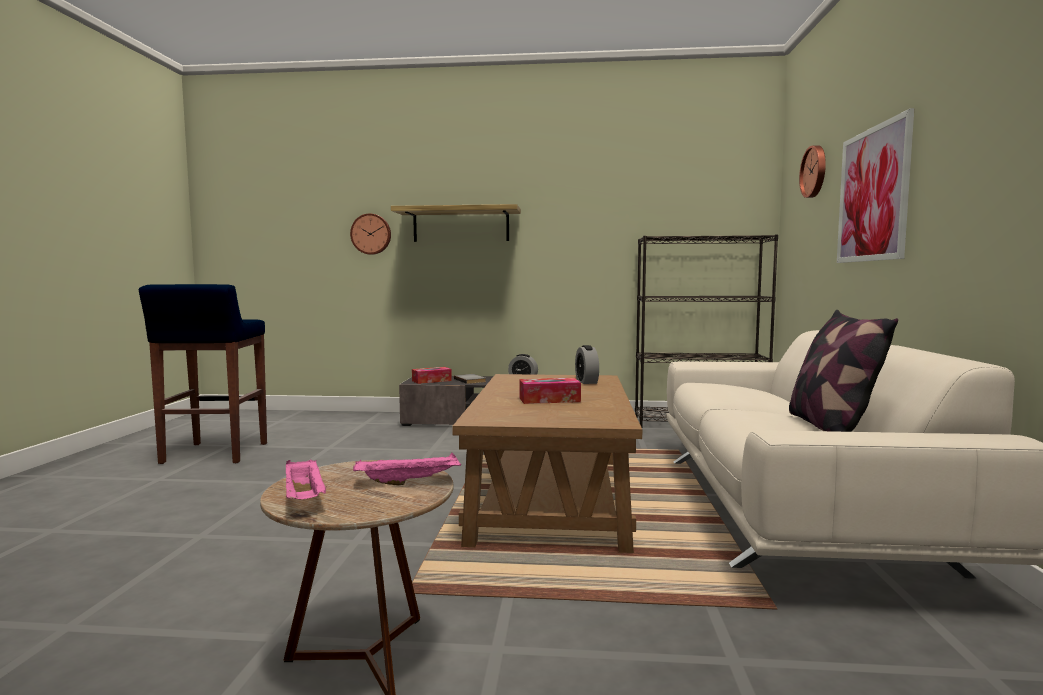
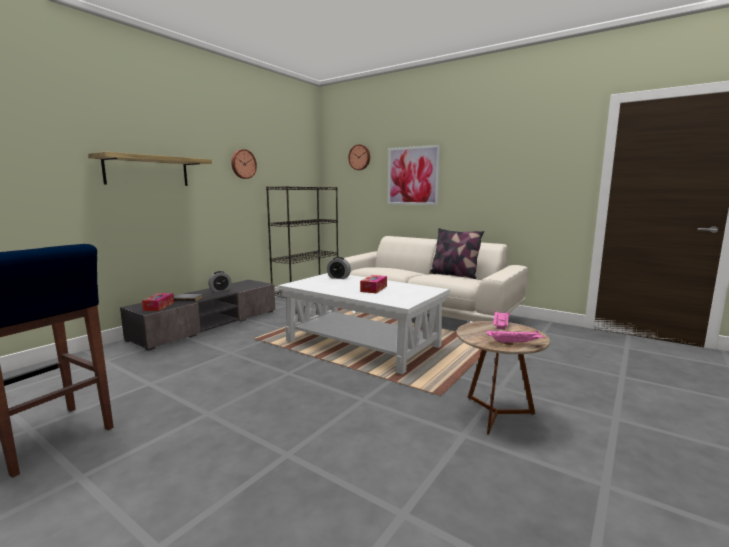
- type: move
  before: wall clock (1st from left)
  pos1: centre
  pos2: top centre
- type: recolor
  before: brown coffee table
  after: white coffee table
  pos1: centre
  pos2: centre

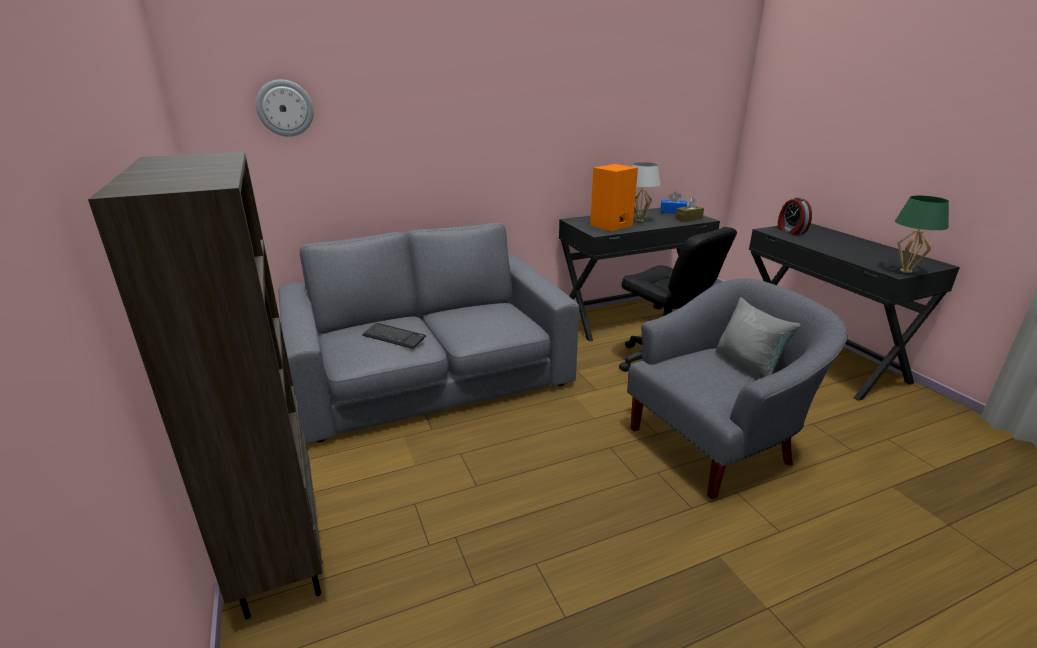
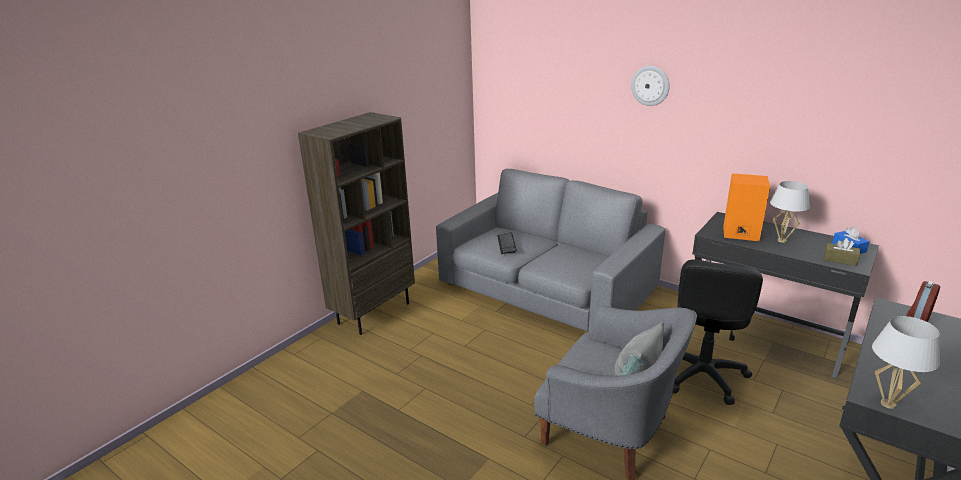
- type: move
  before: wall clock
  pos1: top left
  pos2: top right
- type: recolor
  before: green table lamp
  after: white table lamp (2nd from left)
  pos1: middle right
  pos2: bottom right

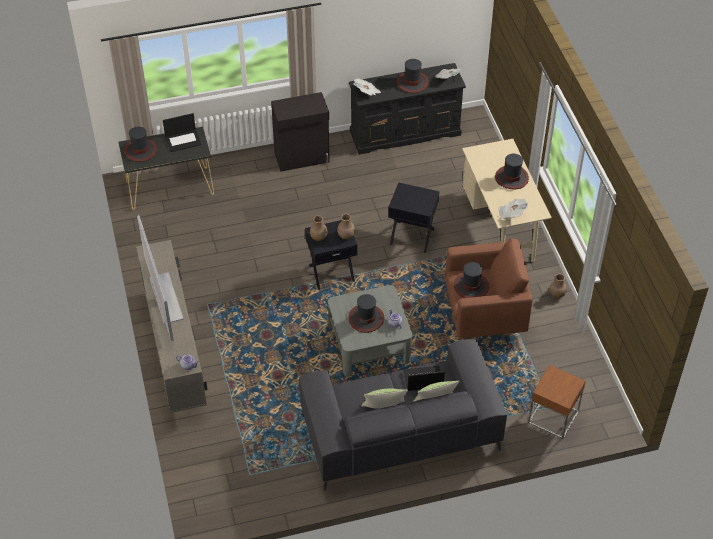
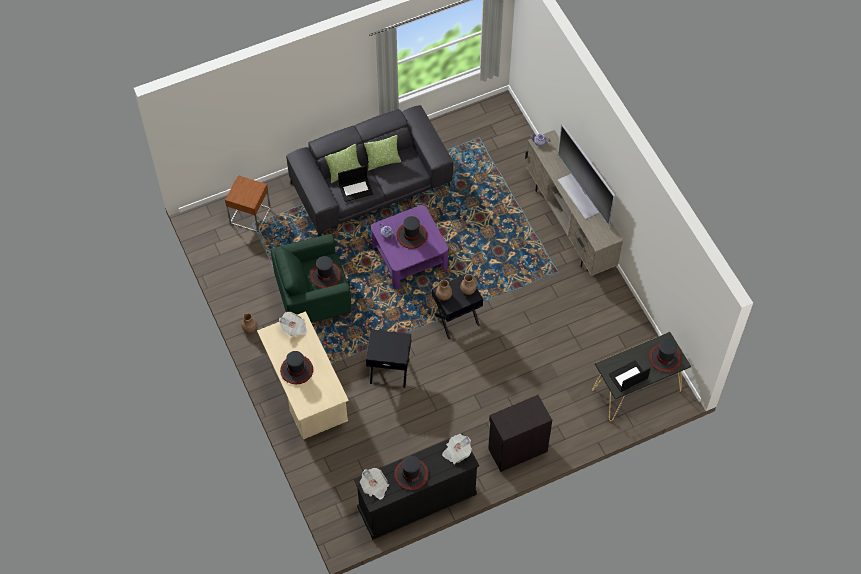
- type: recolor
  before: grey coffee table
  after: purple coffee table
  pos1: centre
  pos2: centre
- type: recolor
  before: brown armchair
  after: green armchair
  pos1: middle right
  pos2: centre

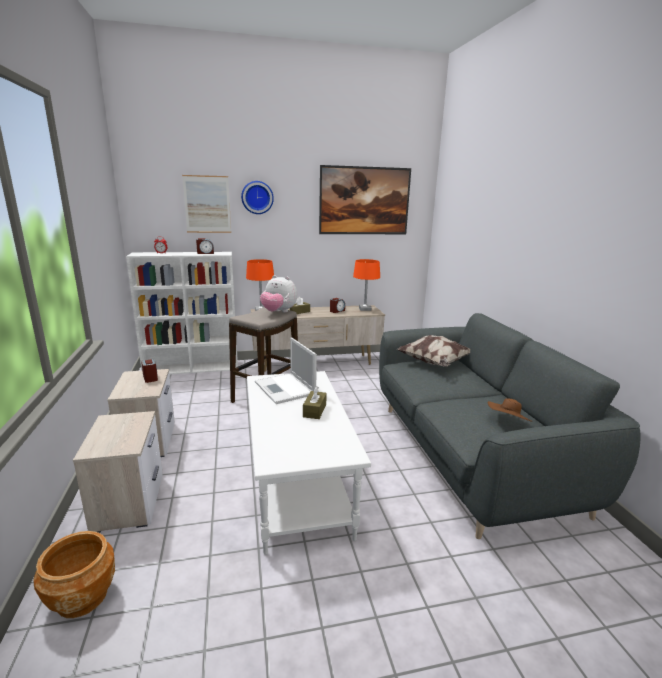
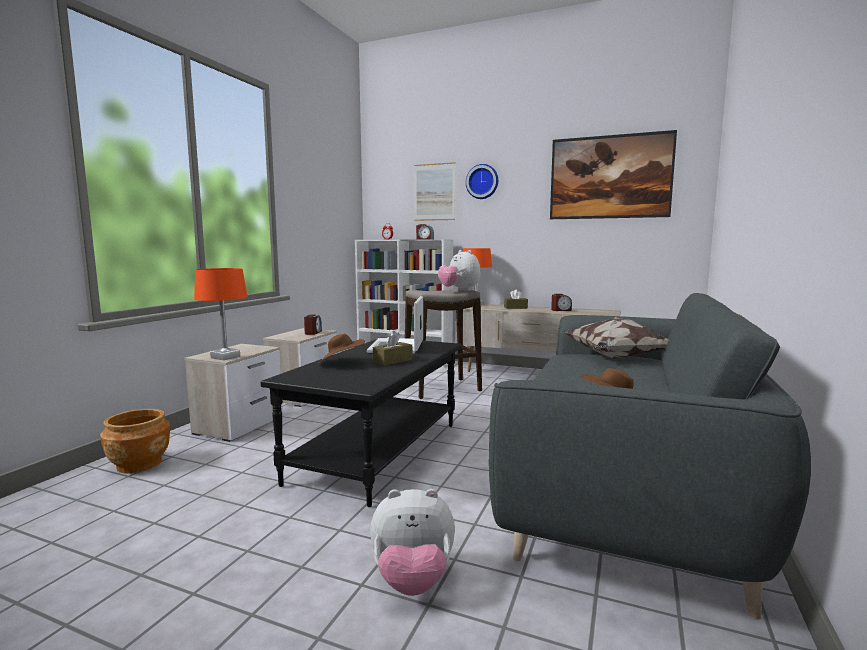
- type: recolor
  before: white coffee table
  after: black coffee table
  pos1: bottom centre
  pos2: centre
- type: move
  before: orange table lamp (2nd from left in the first image)
  after: orange table lamp (1st from left)
  pos1: centre
  pos2: middle left
- type: insert
  after: brown hat (1st from left)
  pos2: centre
- type: insert
  after: plush toy (1st from left)
  pos2: bottom centre

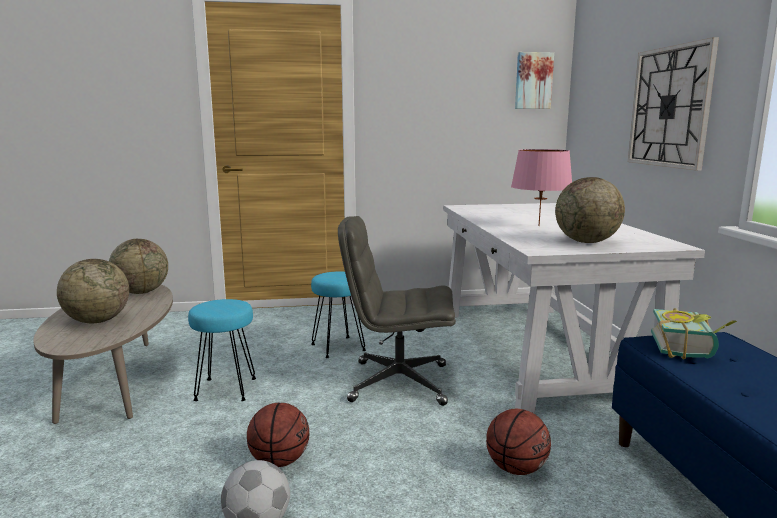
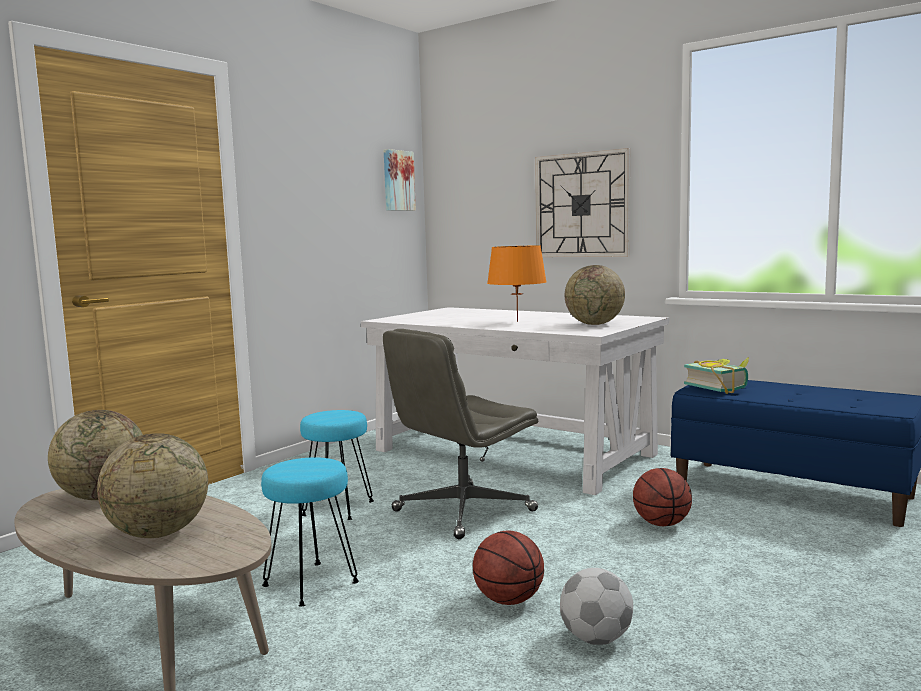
- type: recolor
  before: pink table lamp
  after: orange table lamp
  pos1: middle right
  pos2: centre

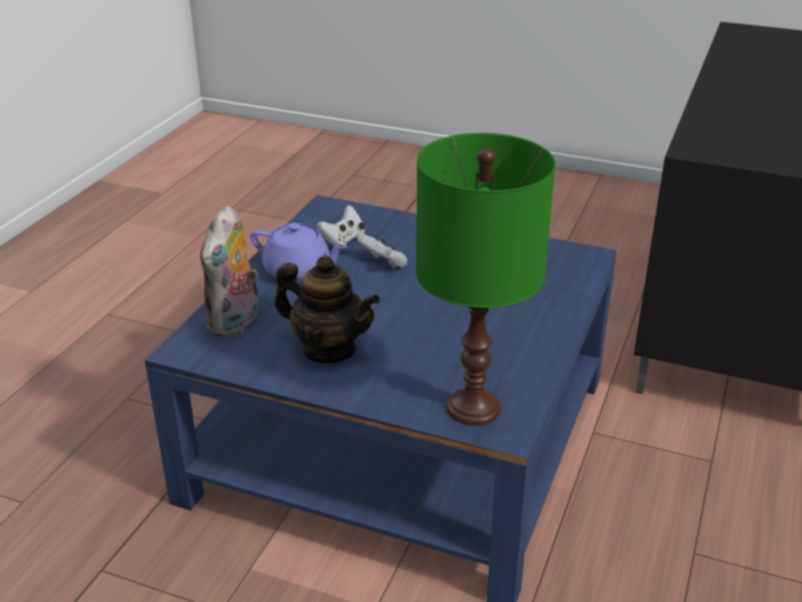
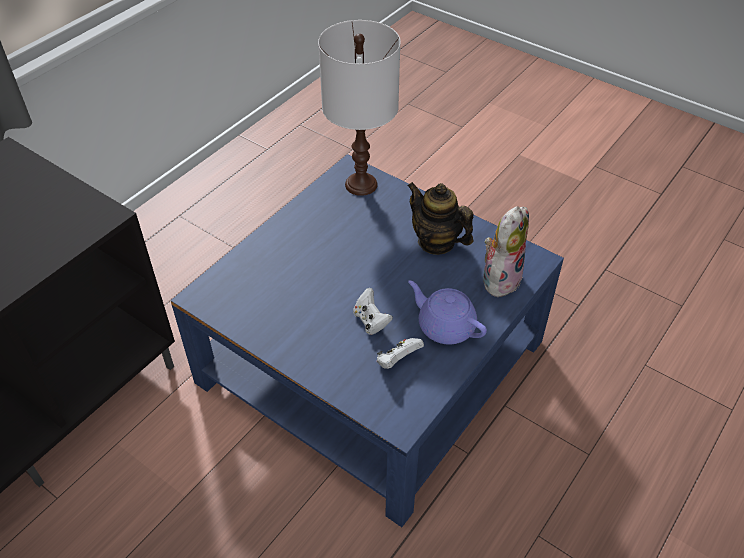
- type: recolor
  before: green table lamp
  after: white table lamp
  pos1: centre
  pos2: top centre

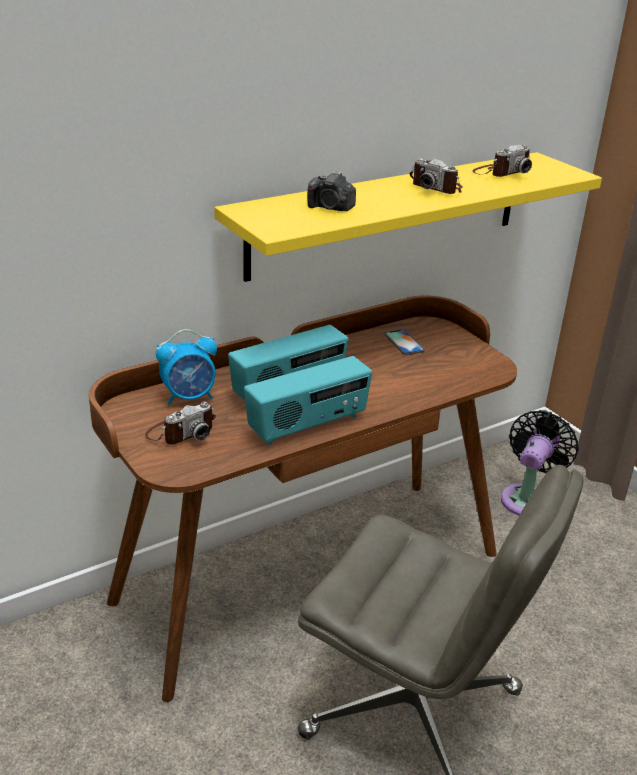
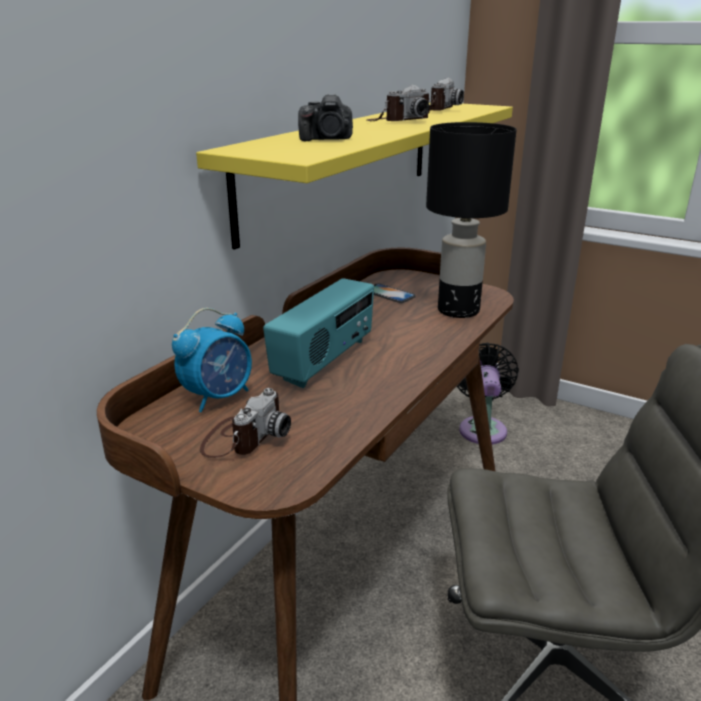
- type: delete
  before: radio (2nd from left)
  pos1: centre
- type: rotate
  before: photo camera (3rd from left)
  pos1: top right
  pos2: top centre
  turn: -45
- type: insert
  after: black table lamp
  pos2: top right

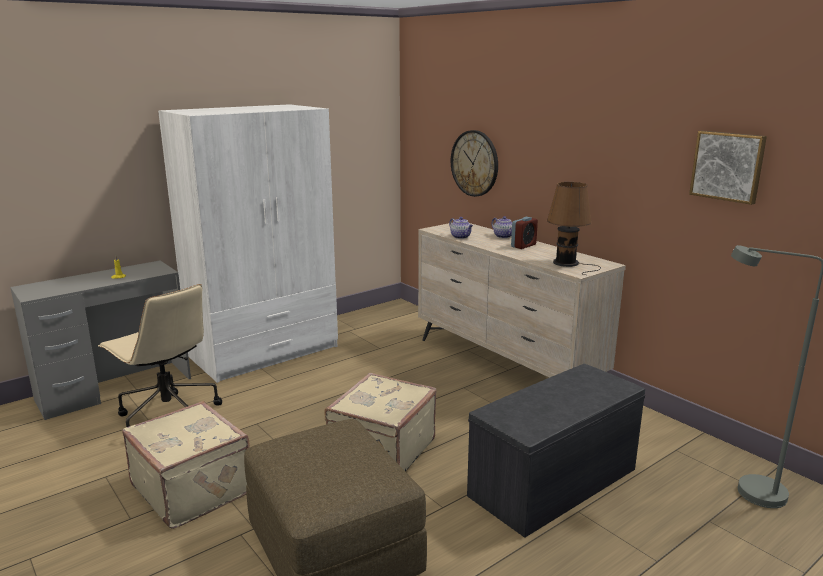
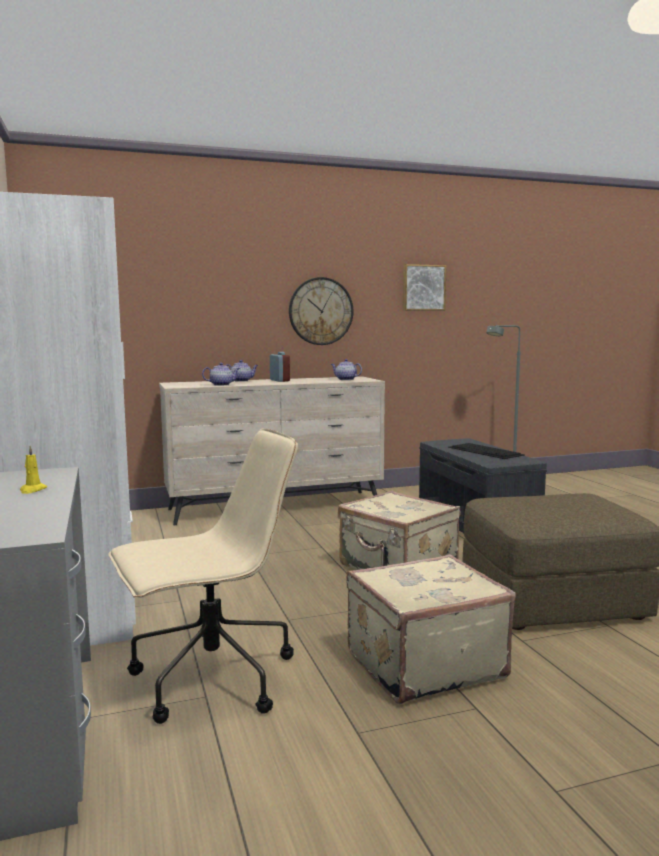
- type: move
  before: wall clock
  pos1: top centre
  pos2: centre
- type: replace
  before: brown table lamp
  after: teapot (3rd from left)
  pos1: middle right
  pos2: centre
- type: insert
  after: keyboard
  pos2: middle right

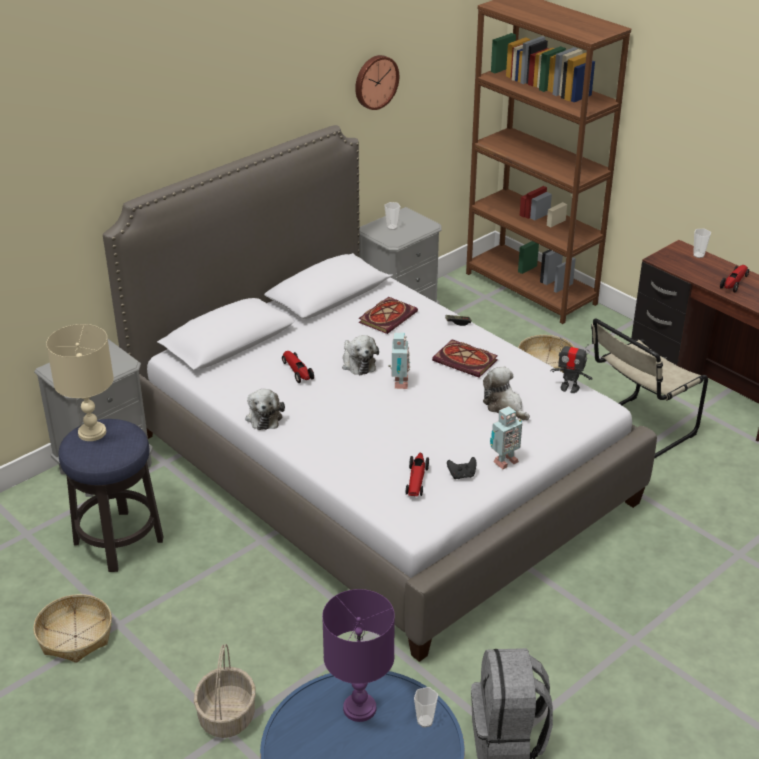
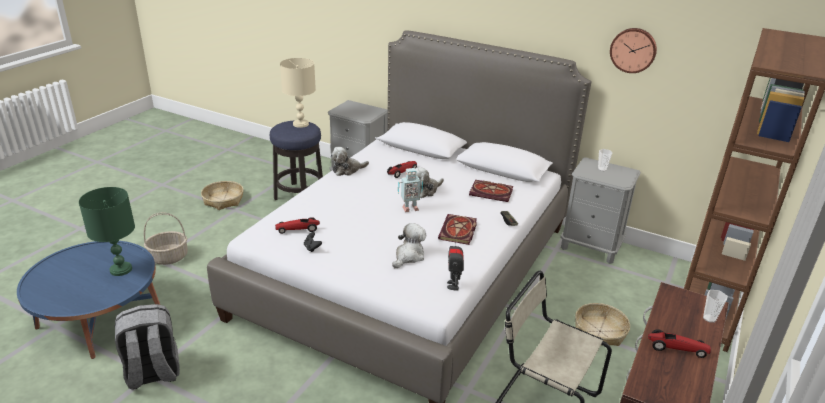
- type: recolor
  before: purple table lamp
  after: green table lamp
  pos1: bottom centre
  pos2: middle left
- type: delete
  before: cup (2nd from left)
  pos1: bottom centre
- type: delete
  before: toy robot (2nd from left)
  pos1: middle right

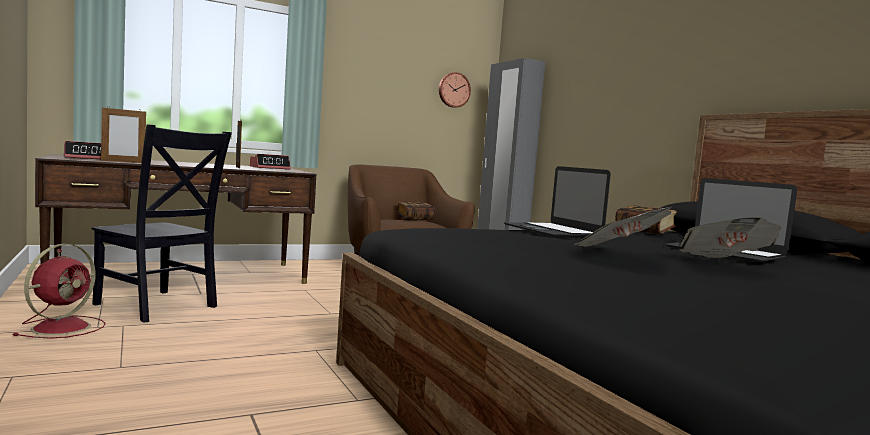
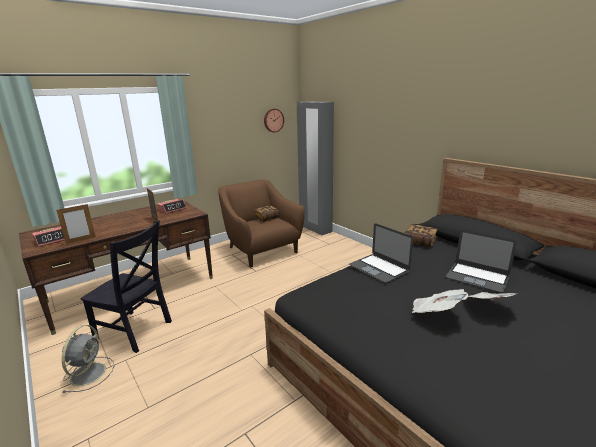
- type: recolor
  before: red fan
  after: grey fan
  pos1: bottom left
  pos2: bottom left

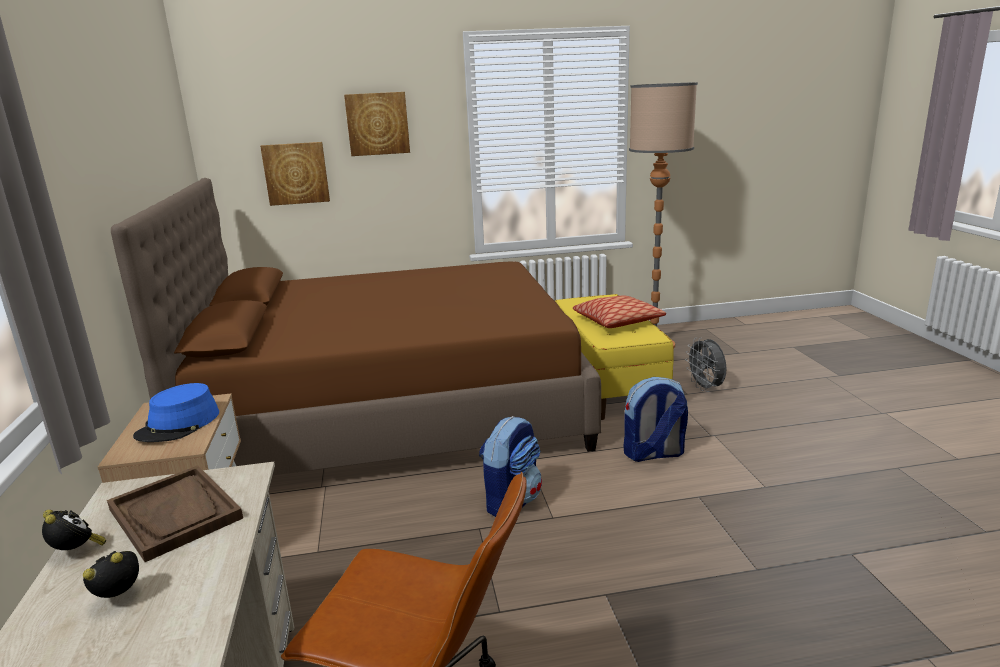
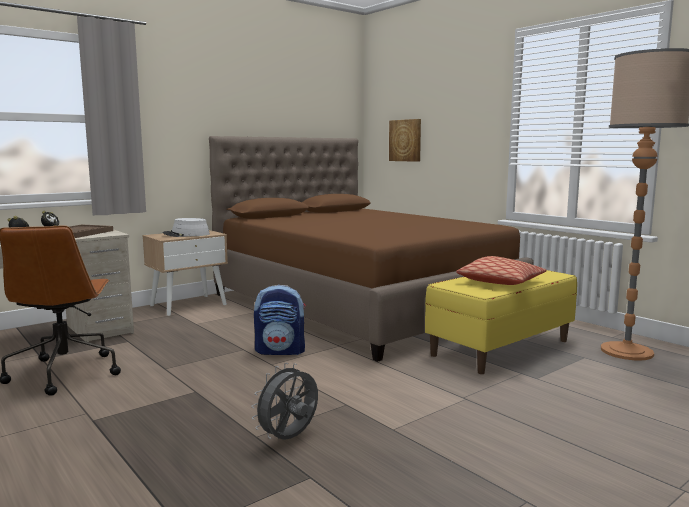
- type: recolor
  before: blue hat
  after: grey hat
  pos1: middle left
  pos2: middle left
- type: delete
  before: picture (2nd from left)
  pos1: top centre
- type: delete
  before: backpack (2nd from left)
  pos1: centre
- type: move
  before: grey fan
  pos1: middle right
  pos2: bottom centre

